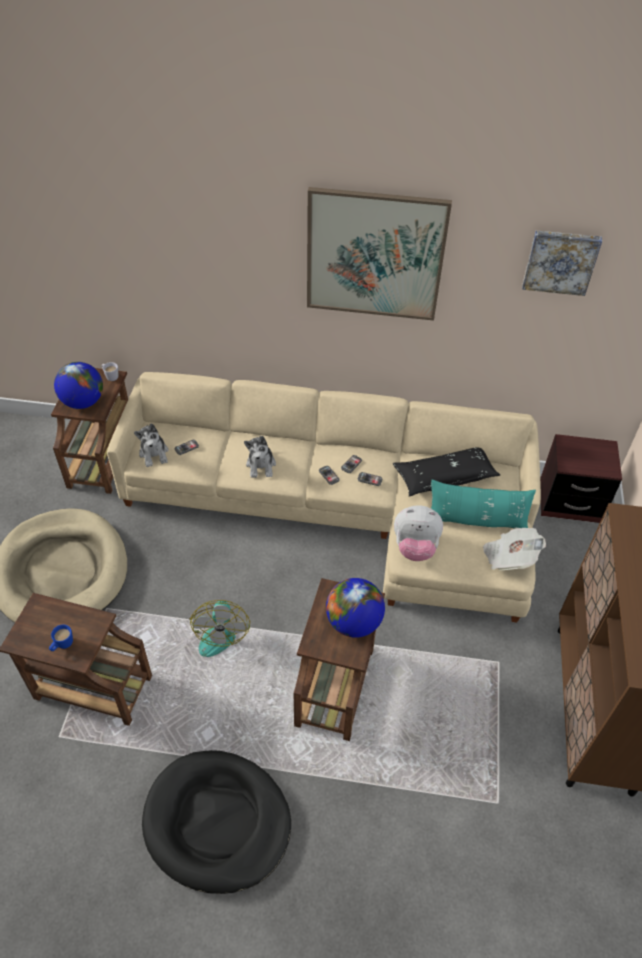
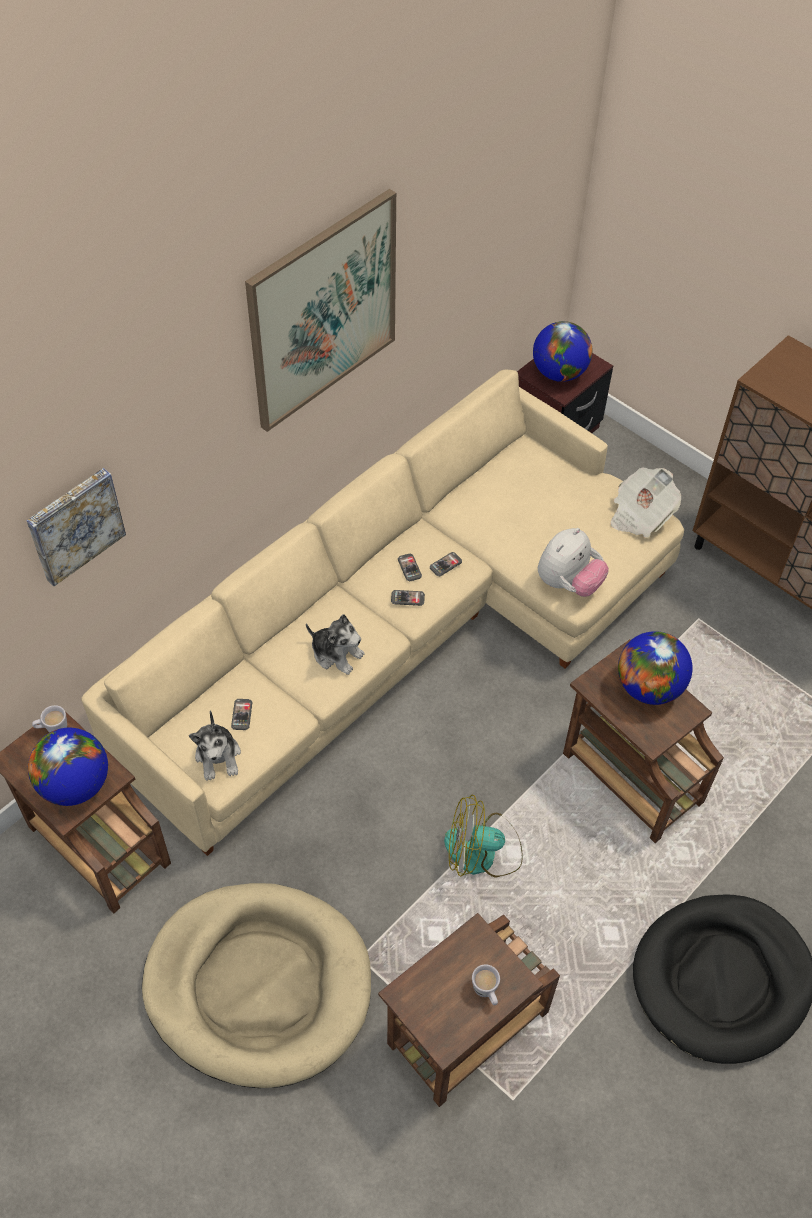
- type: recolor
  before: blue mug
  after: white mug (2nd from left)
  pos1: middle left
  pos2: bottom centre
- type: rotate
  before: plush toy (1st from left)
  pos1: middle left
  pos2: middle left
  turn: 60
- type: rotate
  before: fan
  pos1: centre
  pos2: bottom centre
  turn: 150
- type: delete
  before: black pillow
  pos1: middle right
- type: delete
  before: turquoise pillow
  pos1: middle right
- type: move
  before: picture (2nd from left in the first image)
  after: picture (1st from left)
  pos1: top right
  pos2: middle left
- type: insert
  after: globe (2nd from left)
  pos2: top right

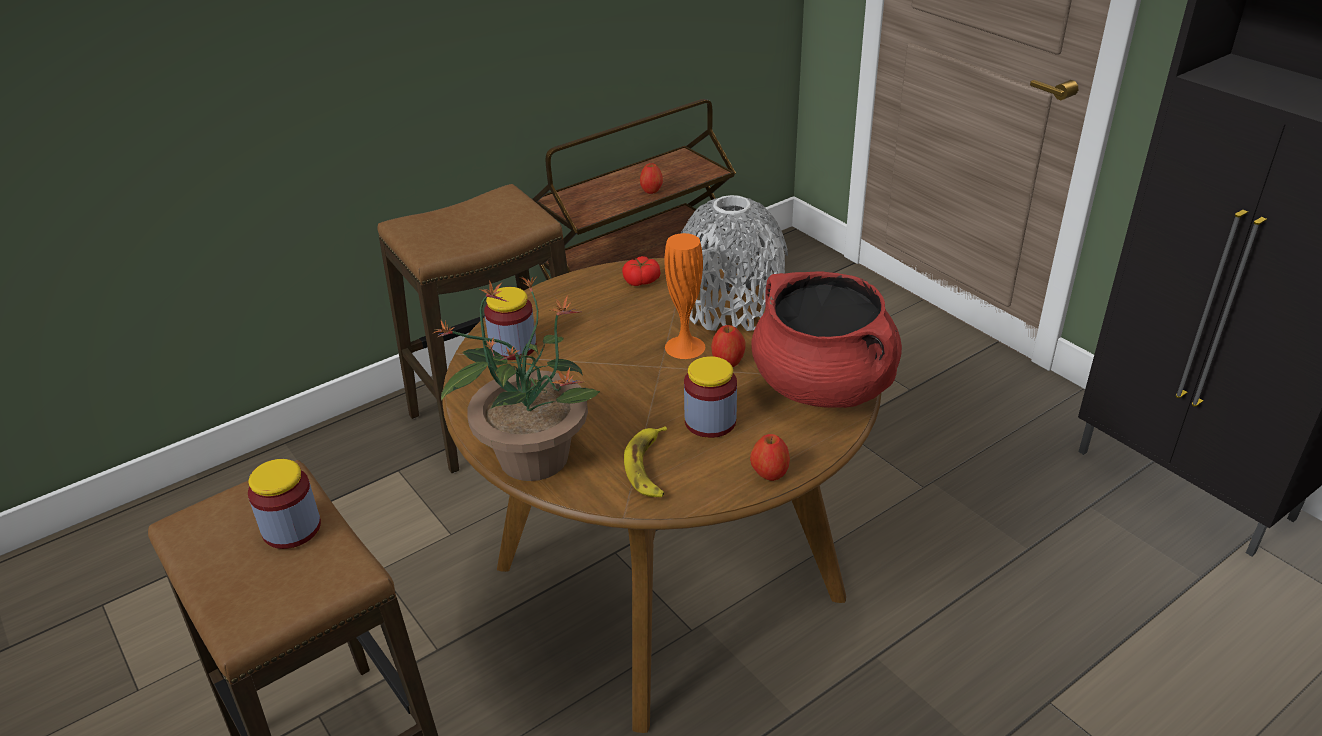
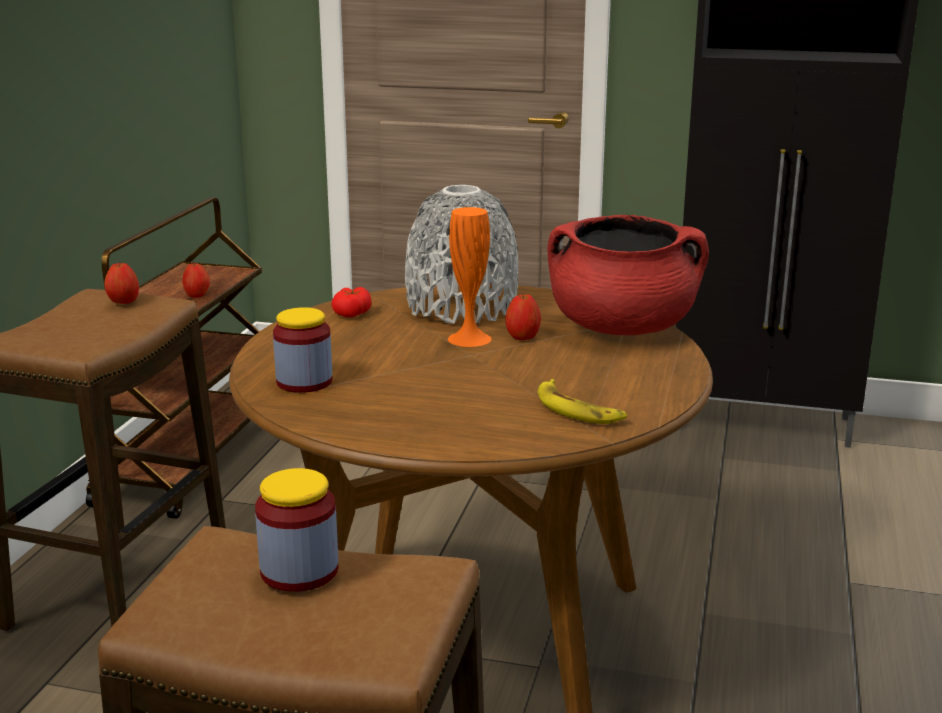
- type: delete
  before: potted plant
  pos1: centre
- type: delete
  before: jar (3rd from left)
  pos1: centre
- type: move
  before: apple (3rd from left in the first image)
  after: apple (1st from left)
  pos1: centre
  pos2: middle left

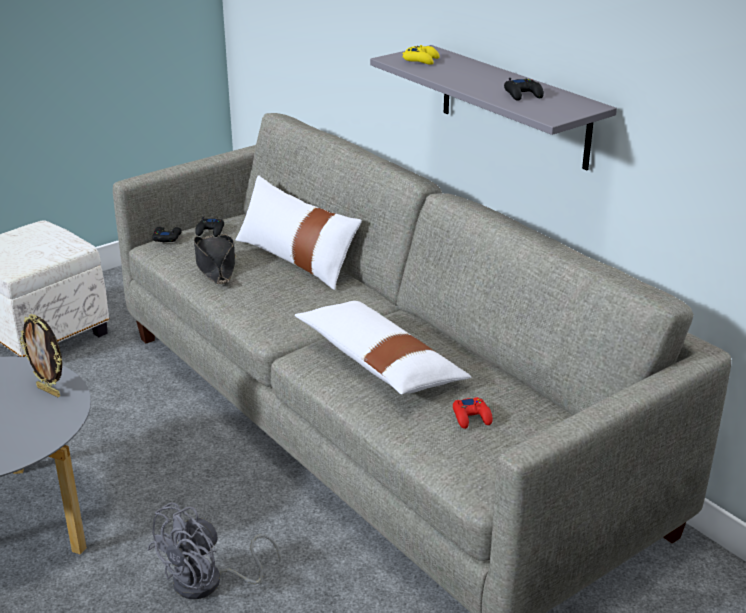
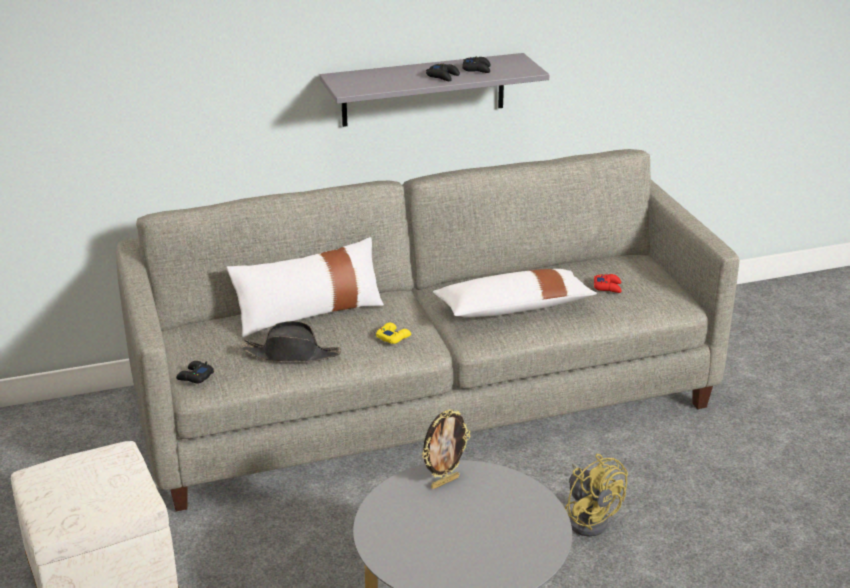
- type: recolor
  before: grey fan
  after: yellow fan
  pos1: bottom left
  pos2: bottom right
- type: move
  before: black game controller (2nd from left)
  pos1: middle left
  pos2: top centre
- type: move
  before: yellow game controller
  pos1: top centre
  pos2: centre

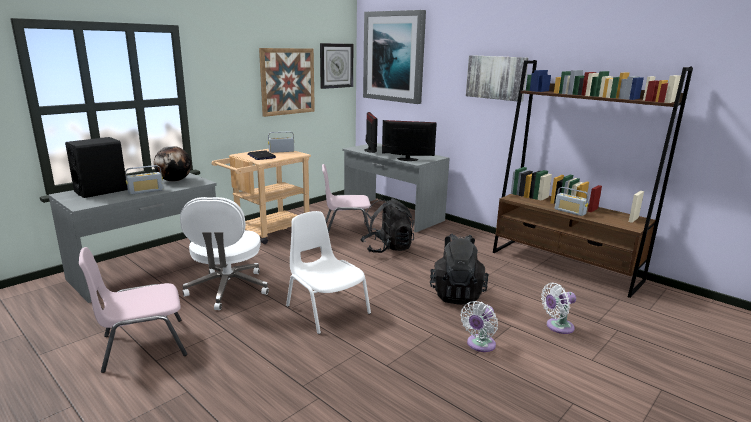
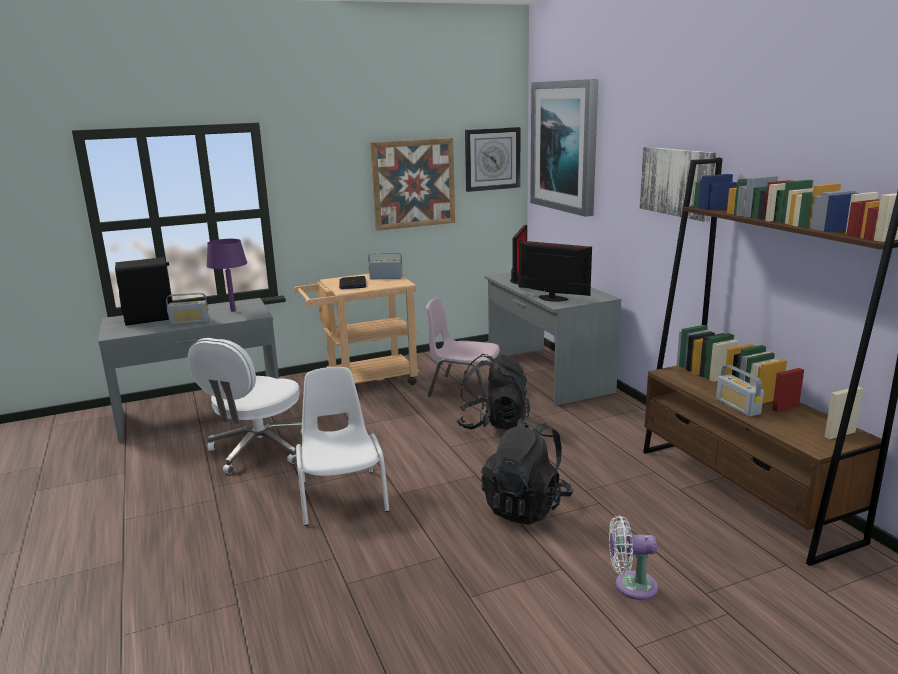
- type: delete
  before: pink chair (1st from left)
  pos1: bottom left
- type: replace
  before: globe
  after: purple table lamp
  pos1: middle left
  pos2: middle left
- type: delete
  before: white fan (1st from left)
  pos1: bottom centre

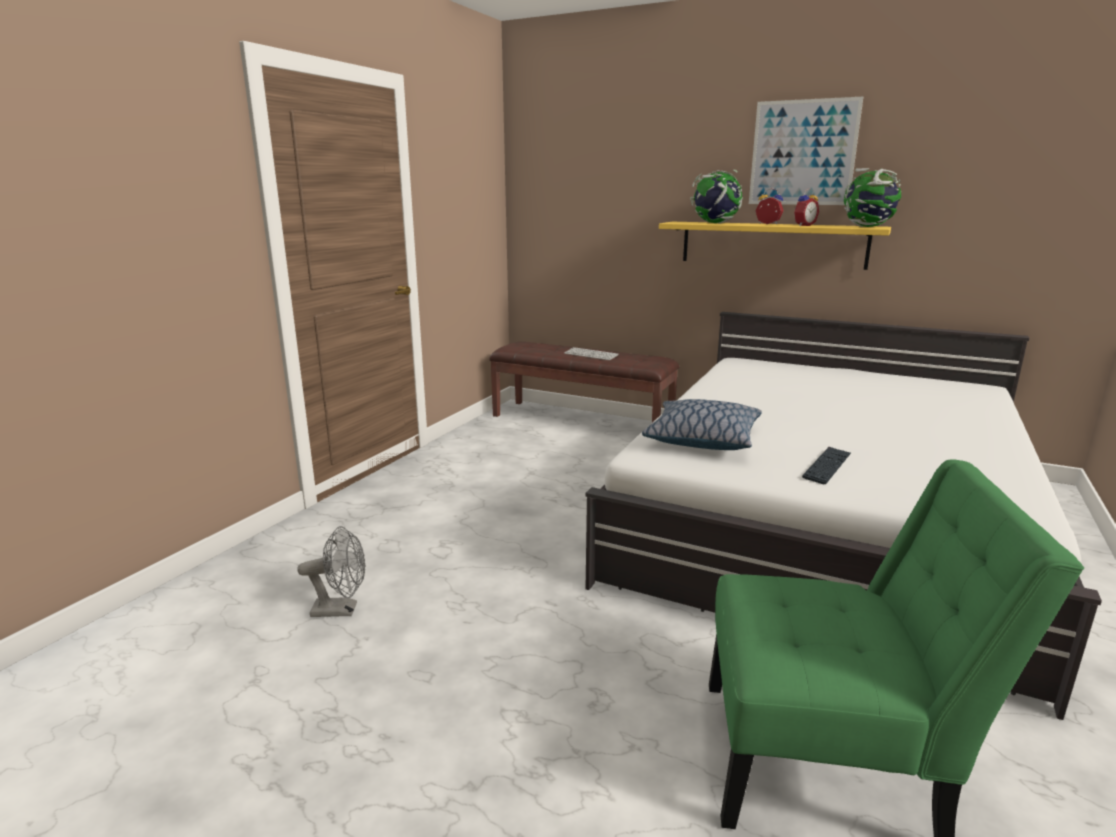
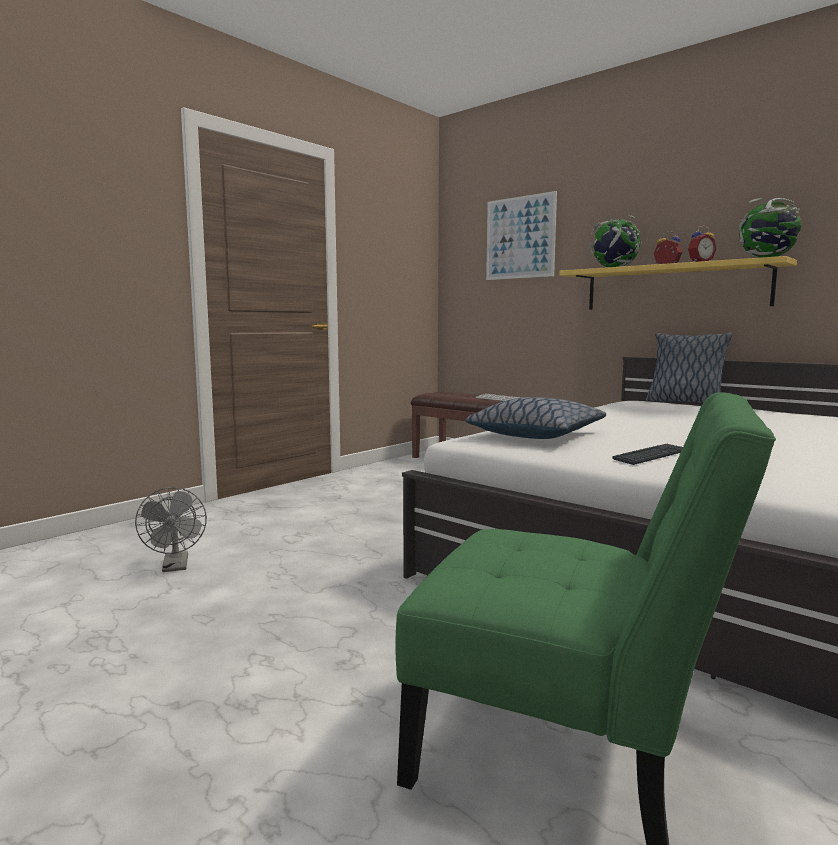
- type: rotate
  before: grey fan
  pos1: bottom left
  pos2: middle left
  turn: 60
- type: move
  before: picture
  pos1: top right
  pos2: top centre
- type: insert
  after: pillow (2nd from left)
  pos2: middle right

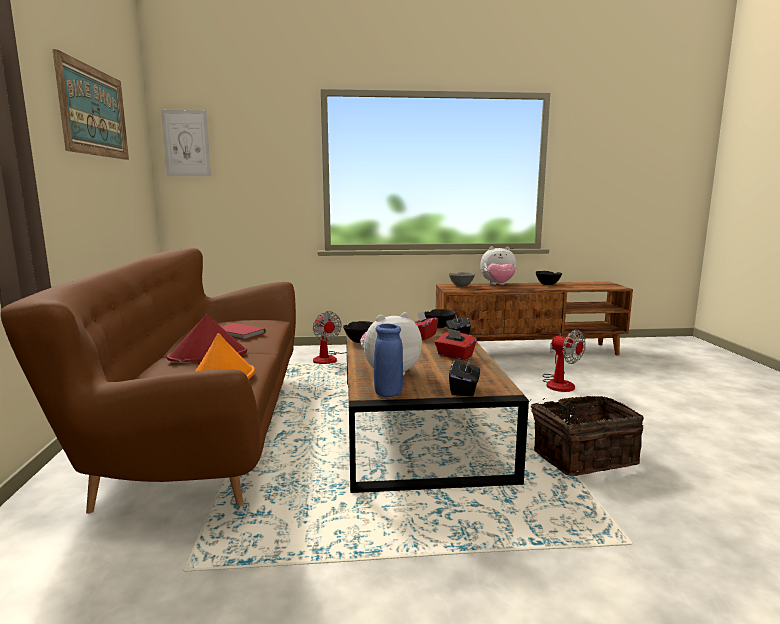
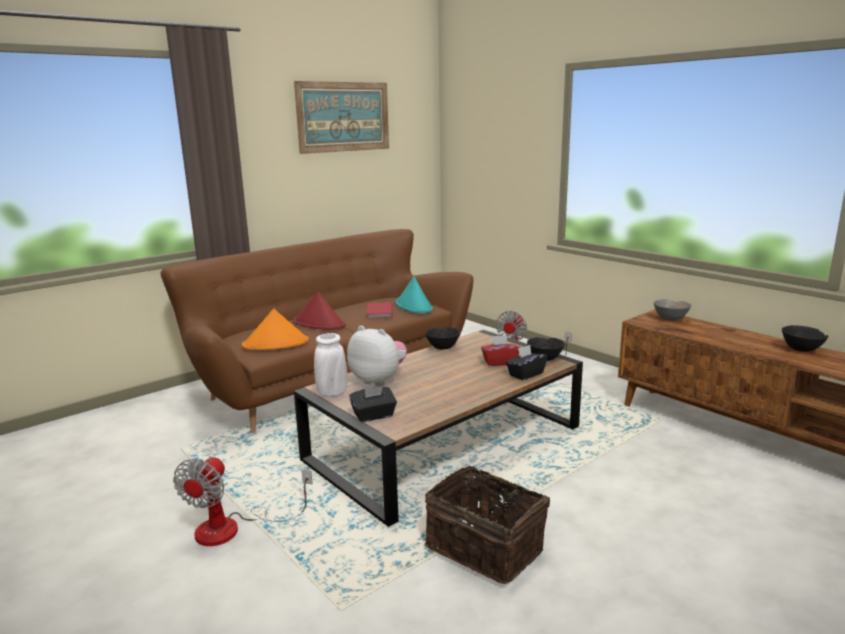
- type: delete
  before: picture (2nd from left)
  pos1: top left
- type: recolor
  before: blue vase
  after: white vase
  pos1: centre
  pos2: centre
- type: delete
  before: red tissue box (2nd from left)
  pos1: centre
- type: delete
  before: plush toy (2nd from left)
  pos1: centre
- type: move
  before: fan (2nd from left in the first image)
  after: fan (1st from left)
  pos1: middle right
  pos2: bottom left
- type: insert
  after: turquoise hat
  pos2: centre

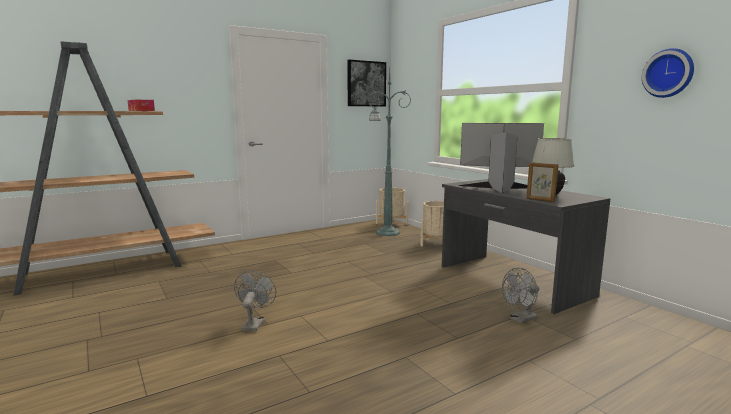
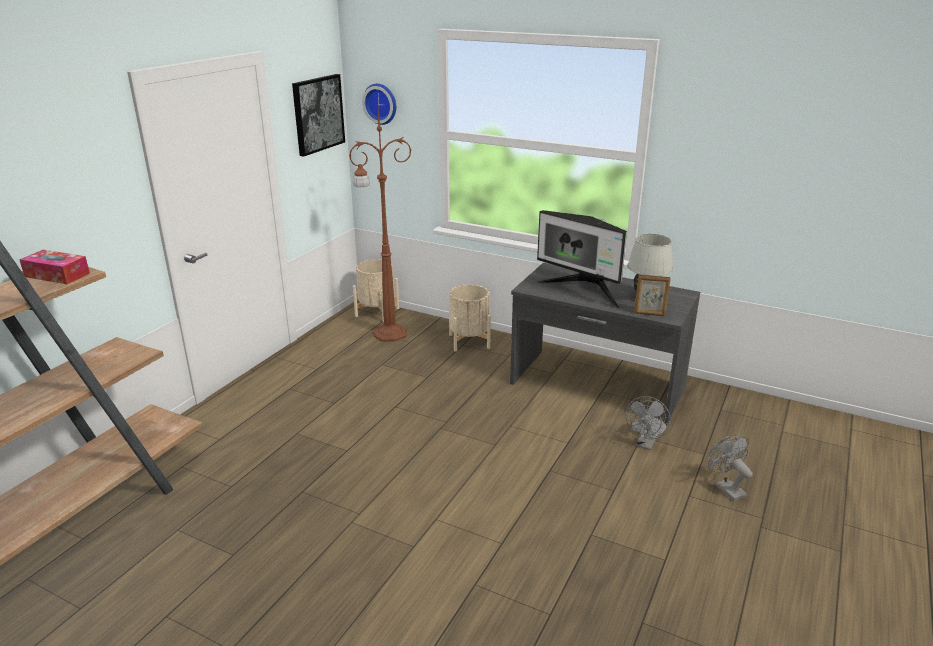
- type: move
  before: grey fan (1st from left in the first image)
  after: grey fan (2nd from left)
  pos1: bottom centre
  pos2: bottom right
- type: recolor
  before: green floor lamp
  after: brown floor lamp
  pos1: centre
  pos2: centre
- type: rotate
  before: monitor
  pos1: middle right
  pos2: centre
  turn: -120
- type: move
  before: wall clock
  pos1: top right
  pos2: top centre

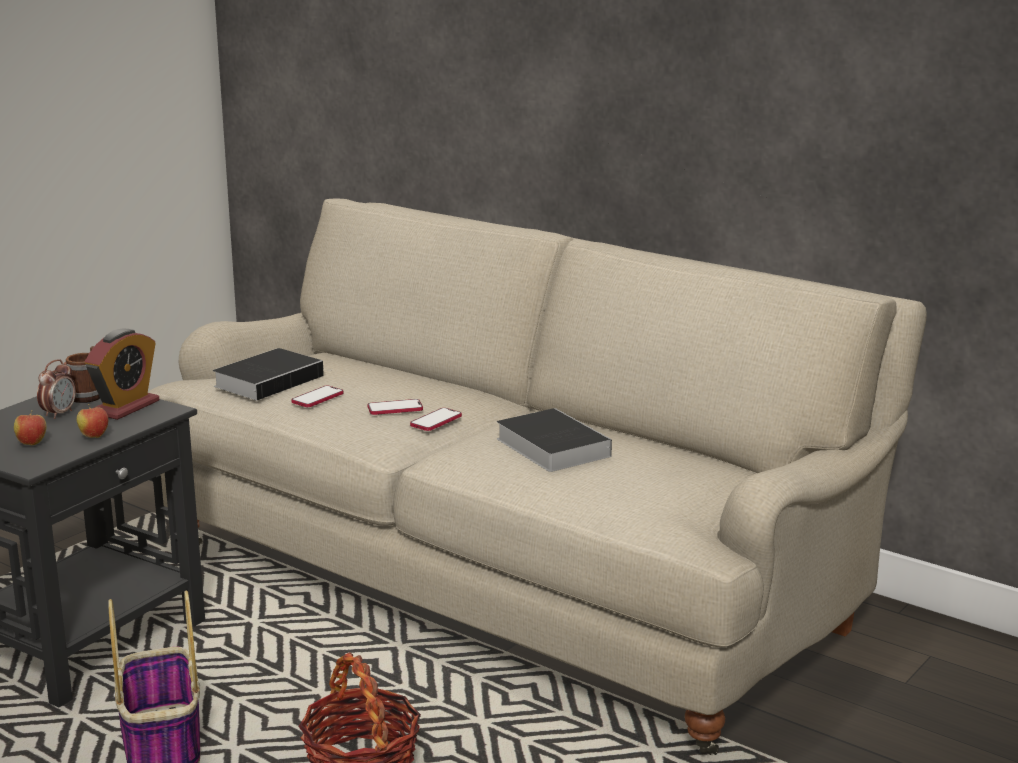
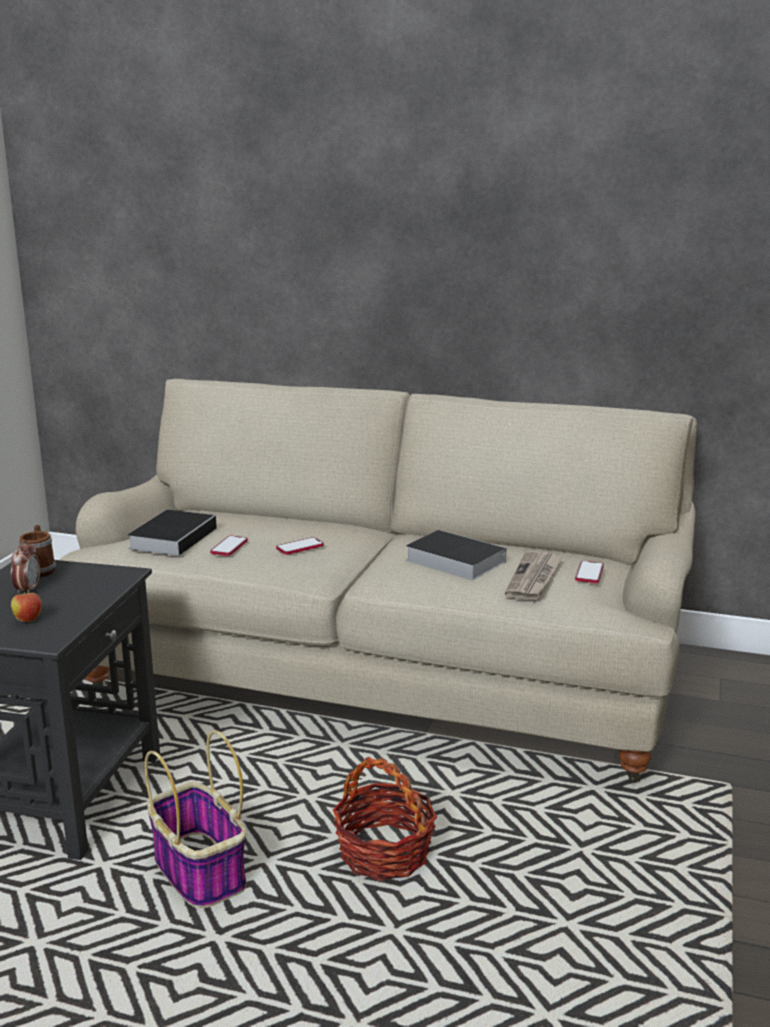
- type: delete
  before: apple (2nd from left)
  pos1: middle left
- type: delete
  before: alarm clock (2nd from left)
  pos1: middle left
- type: move
  before: phone (3rd from left)
  pos1: centre
  pos2: middle right
- type: insert
  after: newspaper
  pos2: middle right

